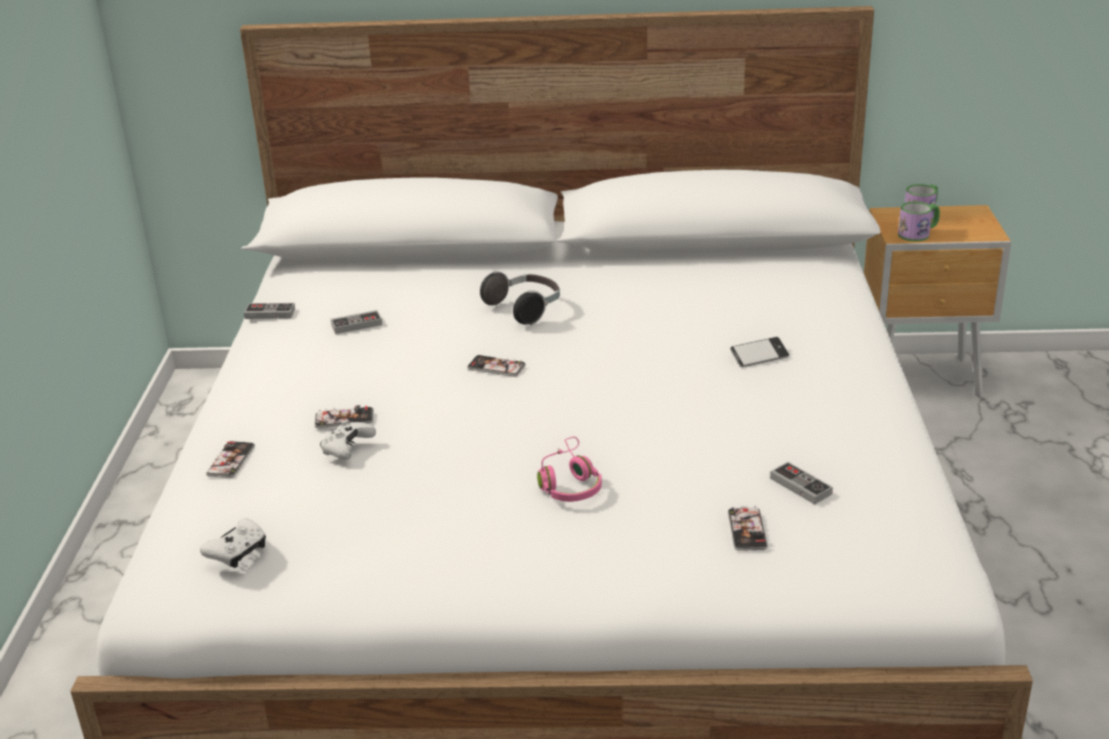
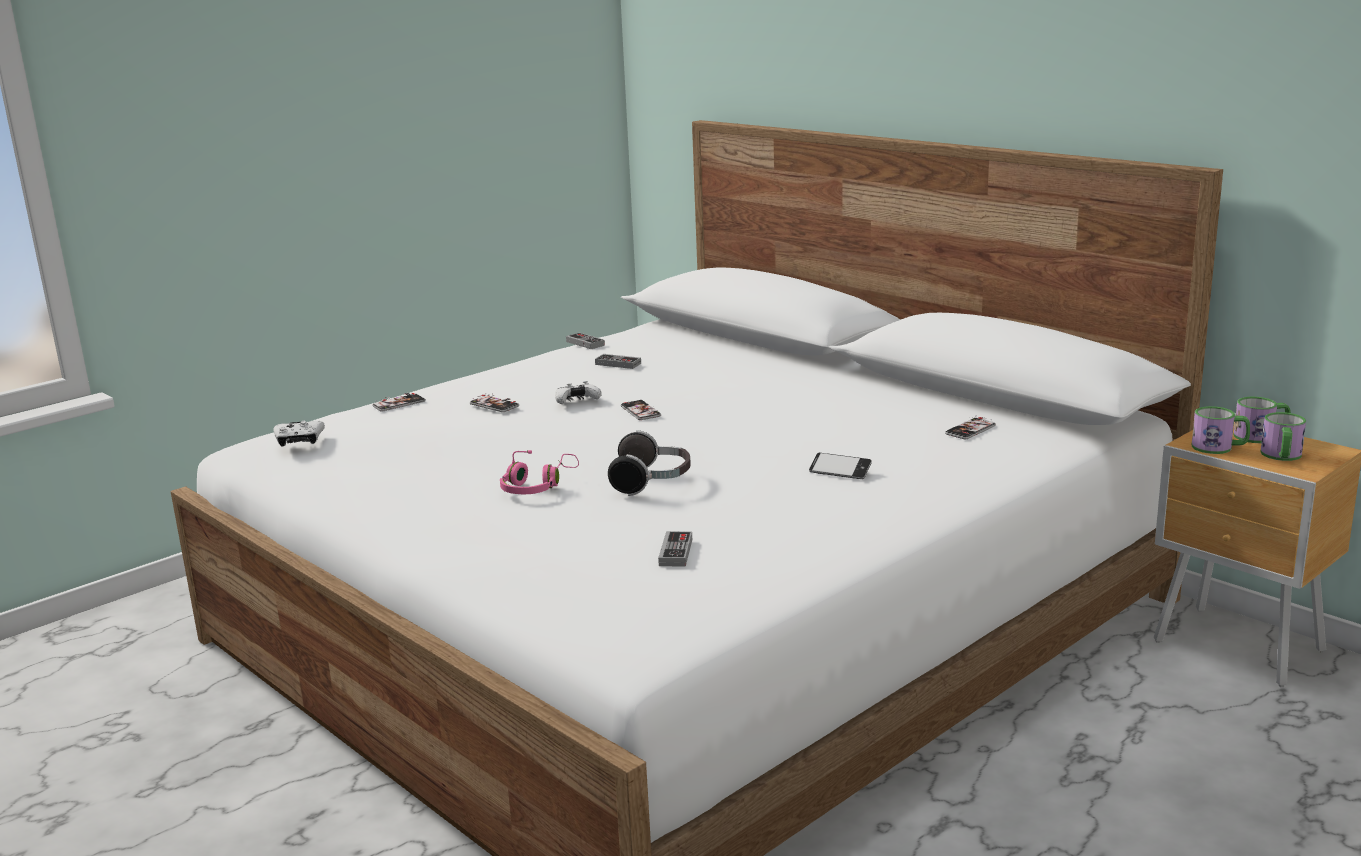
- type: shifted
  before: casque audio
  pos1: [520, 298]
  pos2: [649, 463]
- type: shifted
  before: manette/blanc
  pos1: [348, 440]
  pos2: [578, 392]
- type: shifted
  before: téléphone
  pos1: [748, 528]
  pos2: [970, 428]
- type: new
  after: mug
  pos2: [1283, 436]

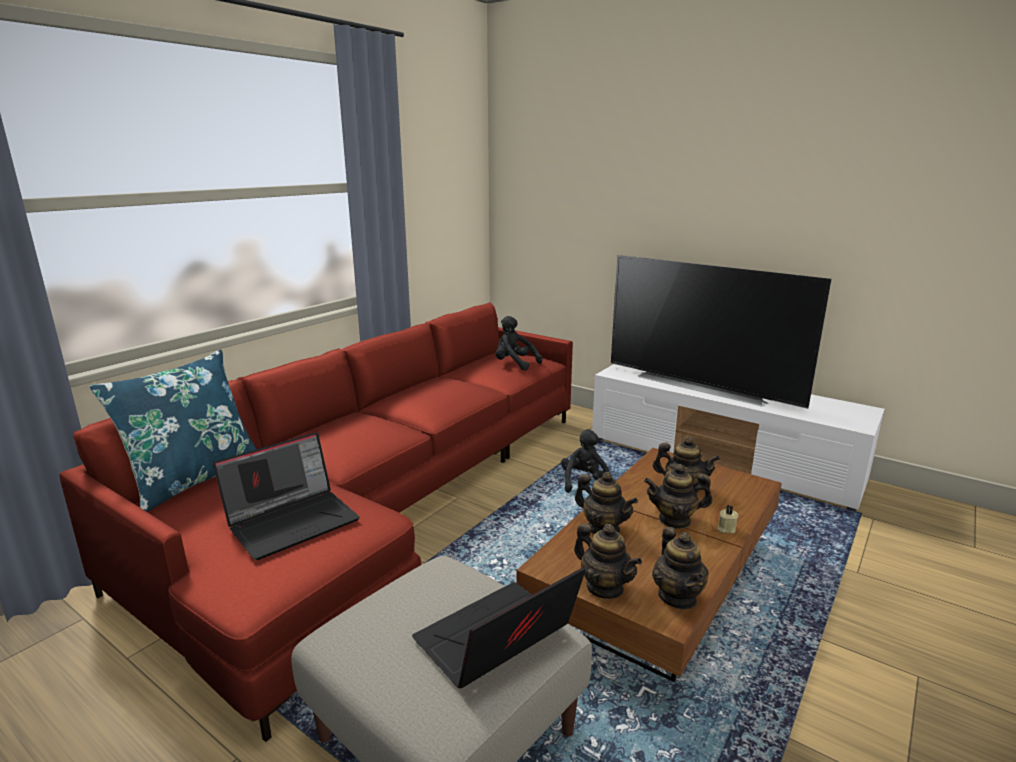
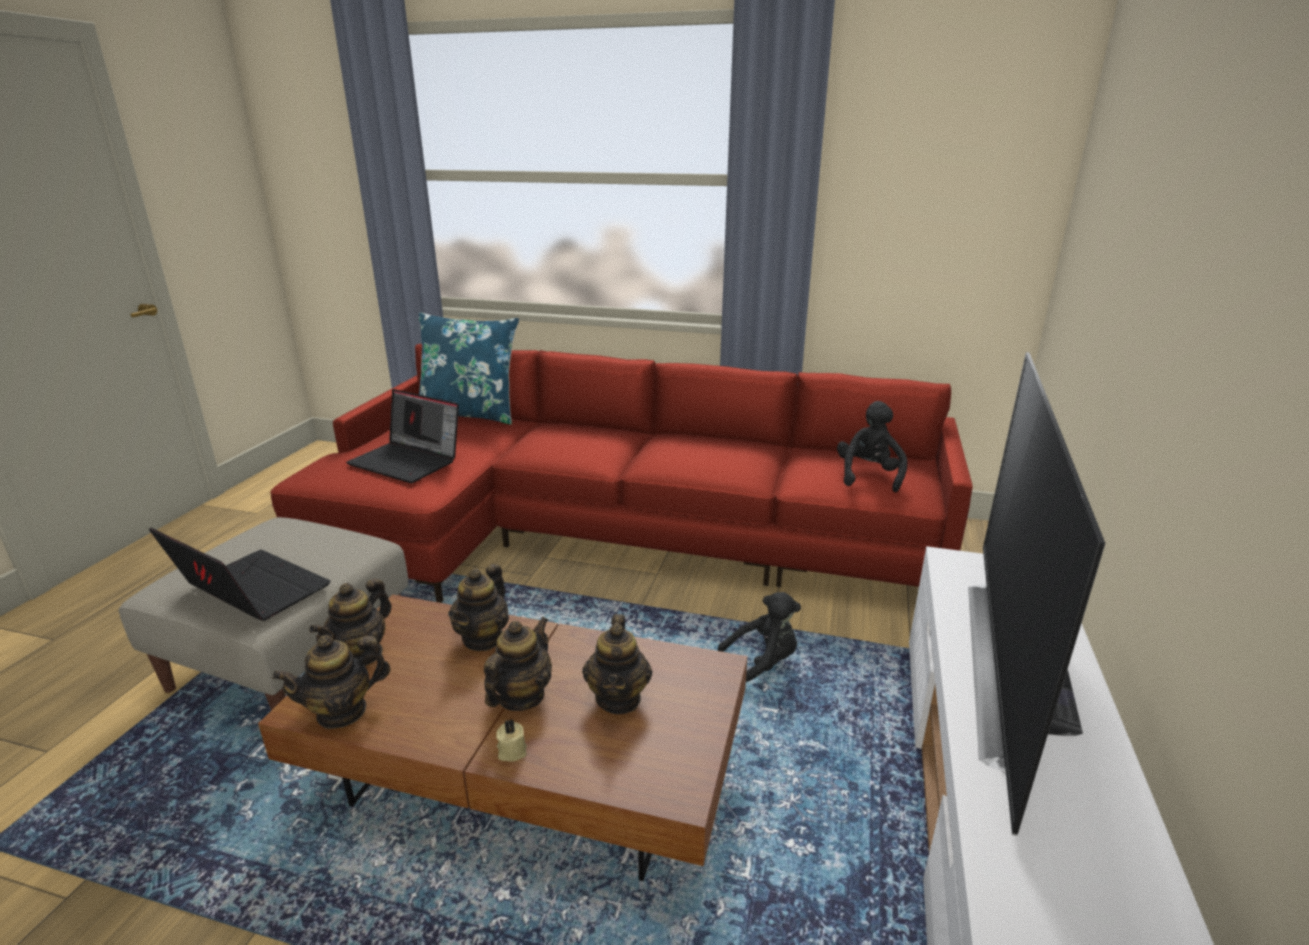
- type: rotated
  before: théière
  pos1: [678, 496]
  pos2: [518, 664]
  turn: 45

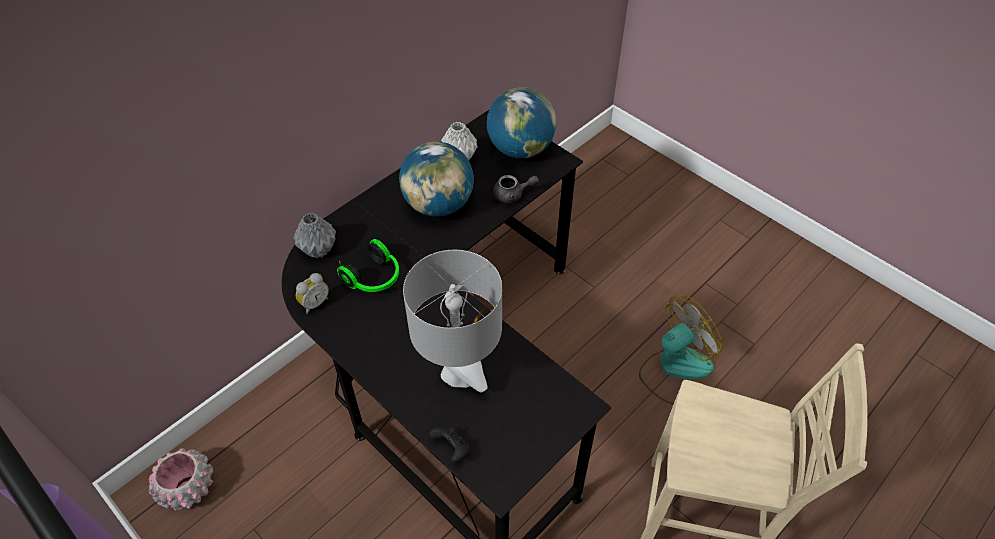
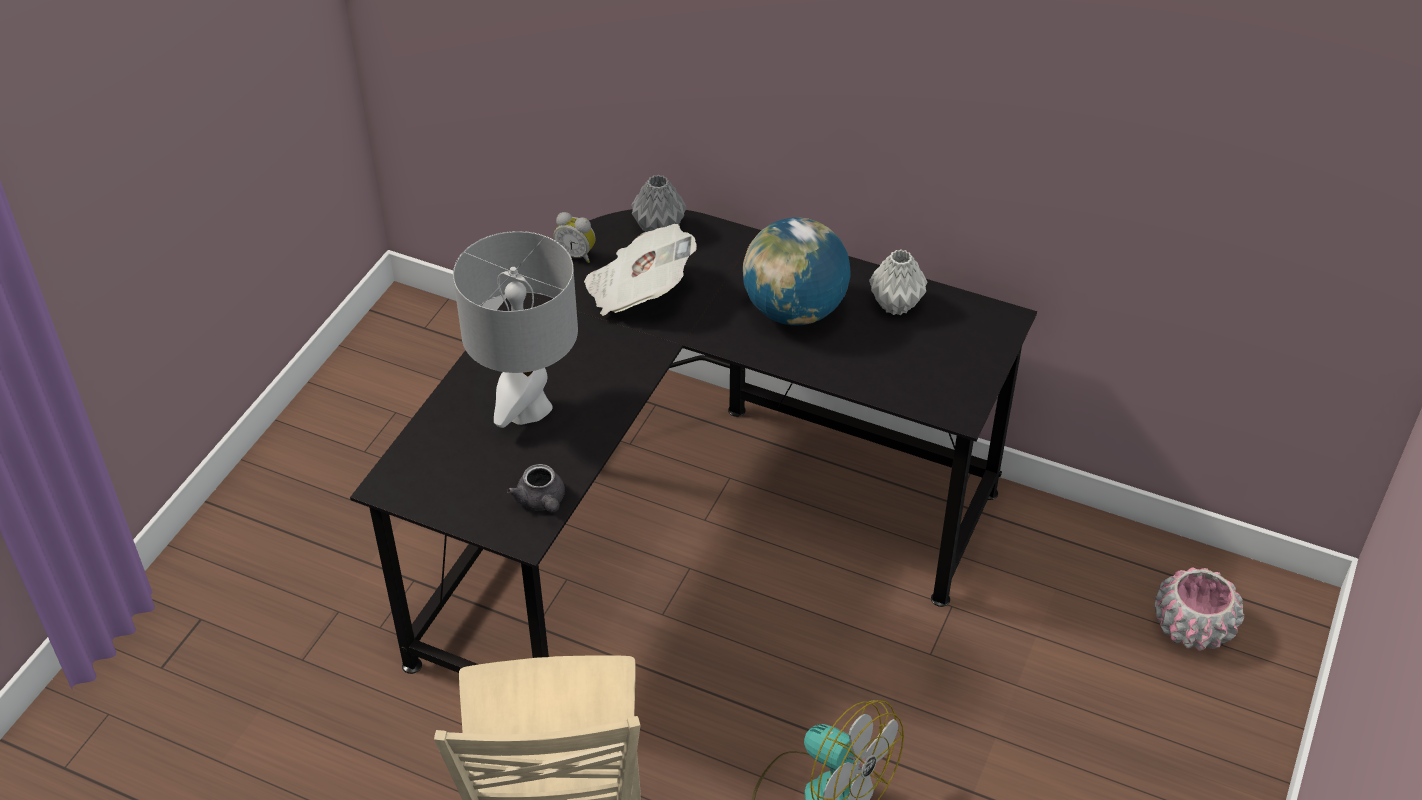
- type: gone
  before: globe
  pos1: [521, 122]
- type: shifted
  before: théière/gris
  pos1: [516, 189]
  pos2: [536, 488]
- type: swapped
  before: casque audio
  after: journal
  pos1: [368, 265]
  pos2: [640, 270]
- type: gone
  before: manette/noir
  pos1: [449, 445]
- type: shifted
  before: cache-pot/rose
  pos1: [181, 479]
  pos2: [1199, 609]

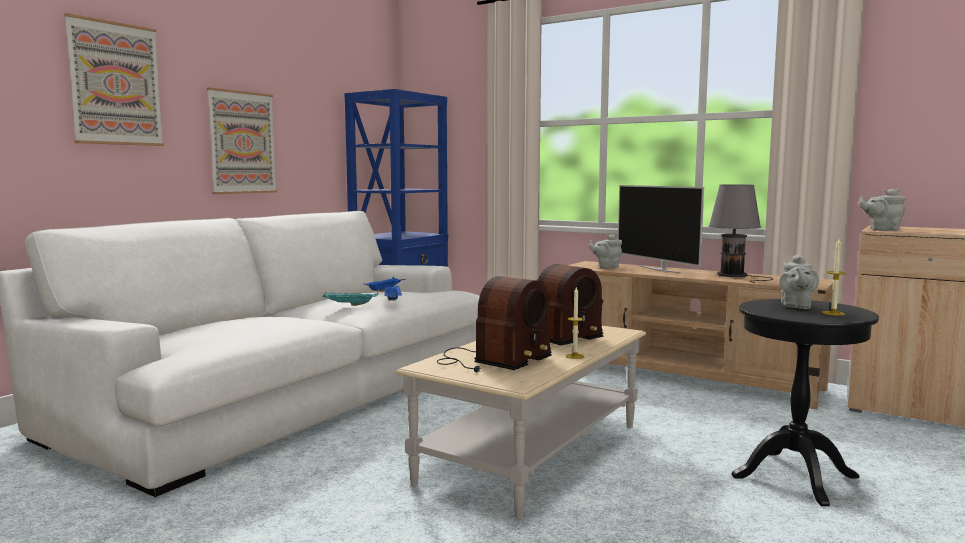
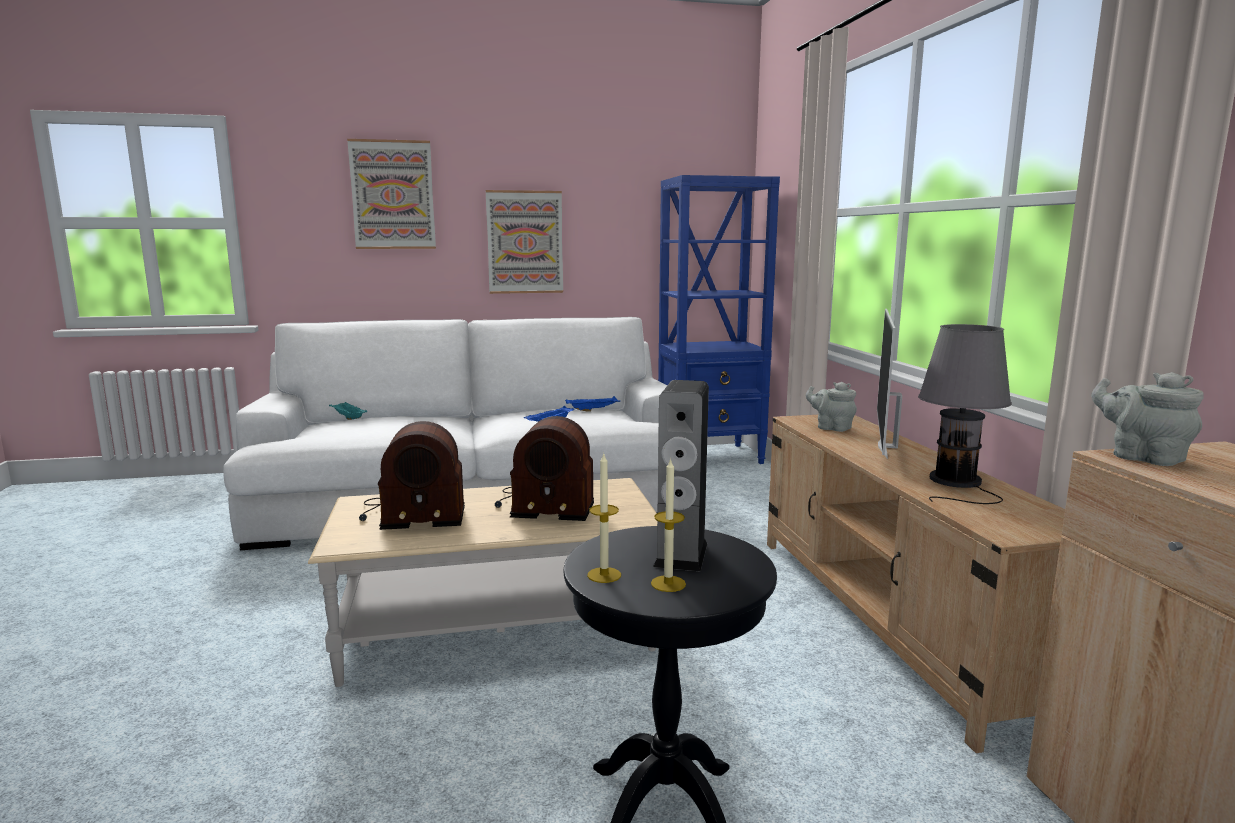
- type: swapped
  before: théière/gris
  after: enceinte
  pos1: [799, 281]
  pos2: [681, 476]
- type: shifted
  before: bougie
  pos1: [575, 323]
  pos2: [604, 518]
- type: shifted
  before: plateau/turquoise
  pos1: [350, 299]
  pos2: [348, 411]

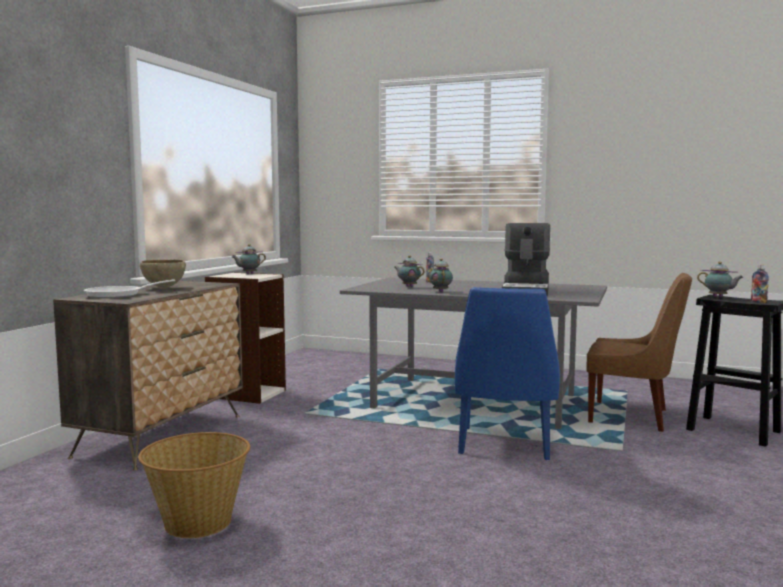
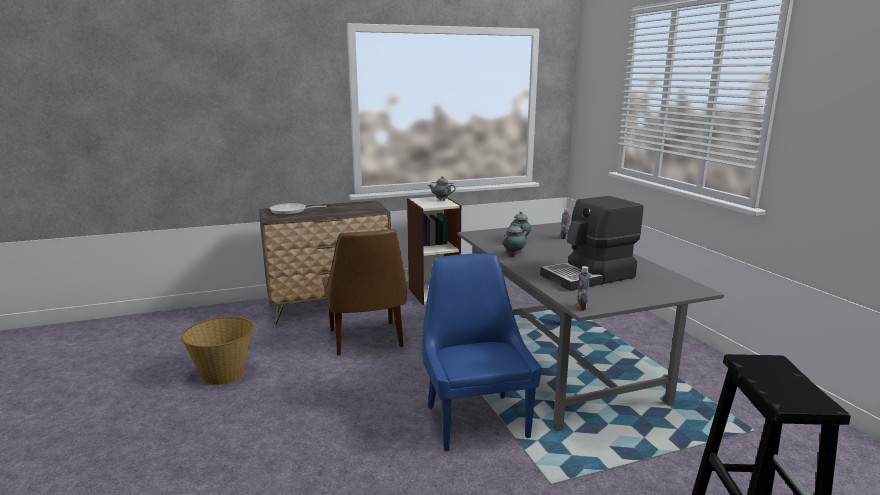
- type: gone
  before: bol/marron
  pos1: [163, 273]
- type: gone
  before: théière
  pos1: [720, 279]
- type: shifted
  before: bouteille
  pos1: [760, 284]
  pos2: [583, 288]
- type: shifted
  before: chaise/marron
  pos1: [639, 352]
  pos2: [365, 292]
- type: rotated
  before: chaise/bleu
  pos1: [507, 373]
  pos2: [482, 352]
  turn: 105

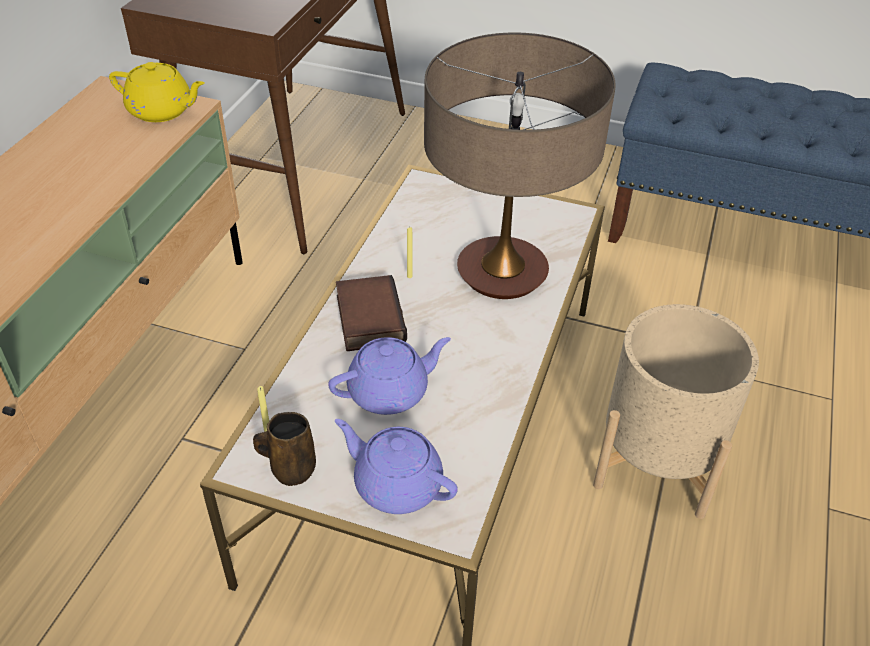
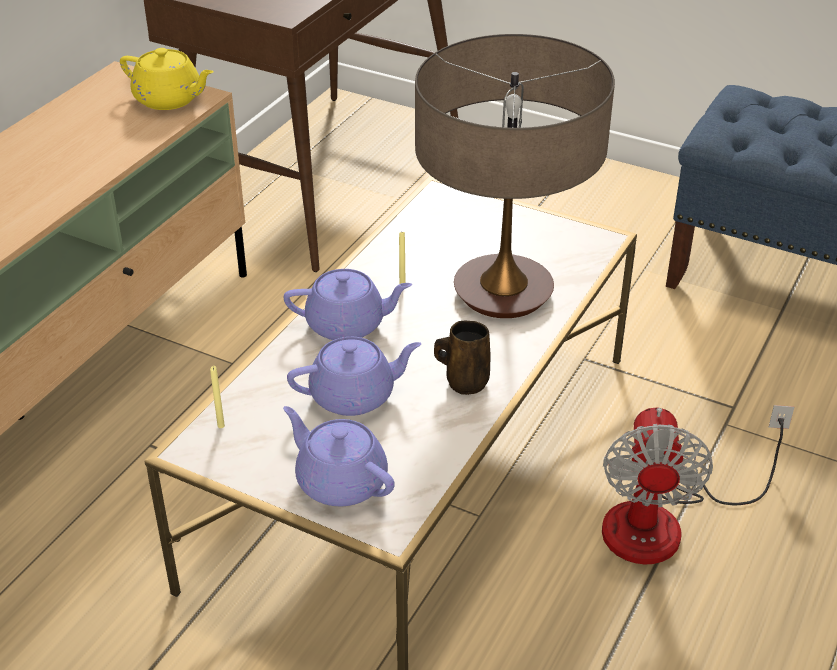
- type: swapped
  before: livre
  after: théière/violet
  pos1: [371, 313]
  pos2: [348, 304]
- type: swapped
  before: cache-pot/beige
  after: ventilateur
  pos1: [676, 411]
  pos2: [698, 484]
- type: shifted
  before: mug/marron
  pos1: [284, 449]
  pos2: [462, 358]

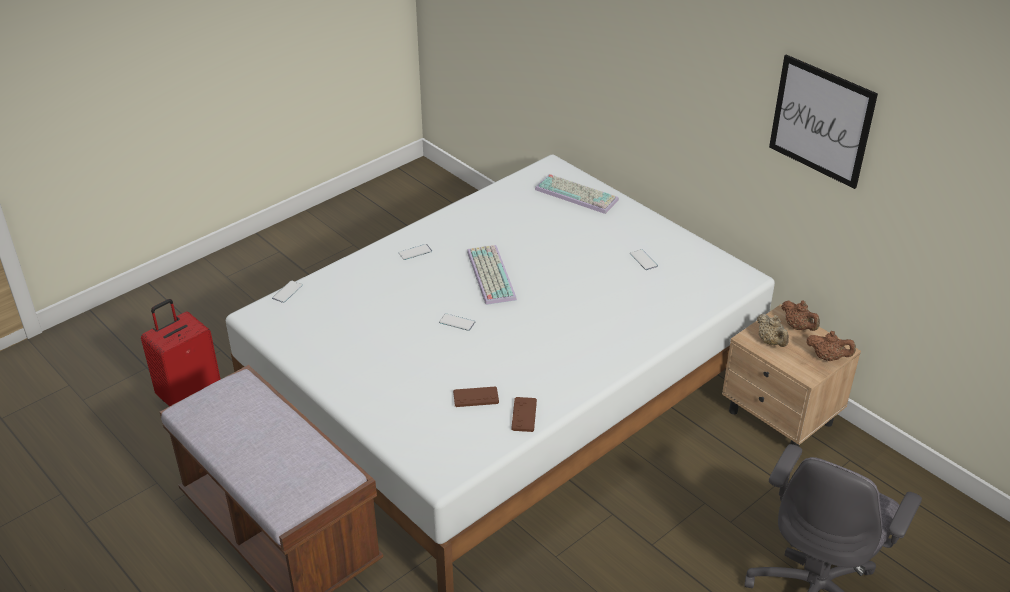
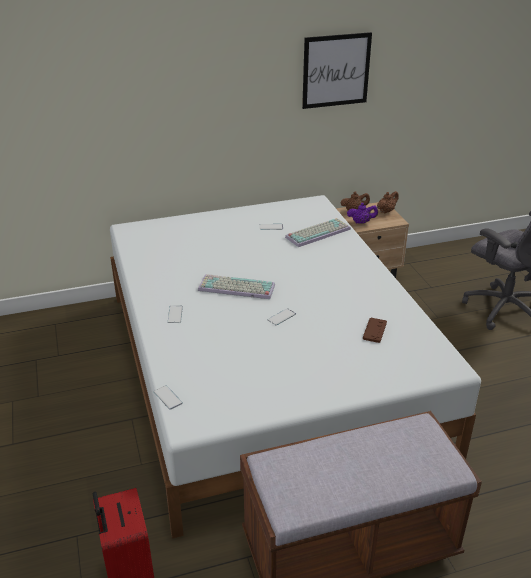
- type: shifted
  before: clavier
  pos1: [577, 194]
  pos2: [318, 232]
- type: repainted
  before: théière/beige
  after: théière/violet
  pos1: [773, 330]
  pos2: [362, 213]
- type: gone
  before: manette/marron
  pos1: [524, 414]

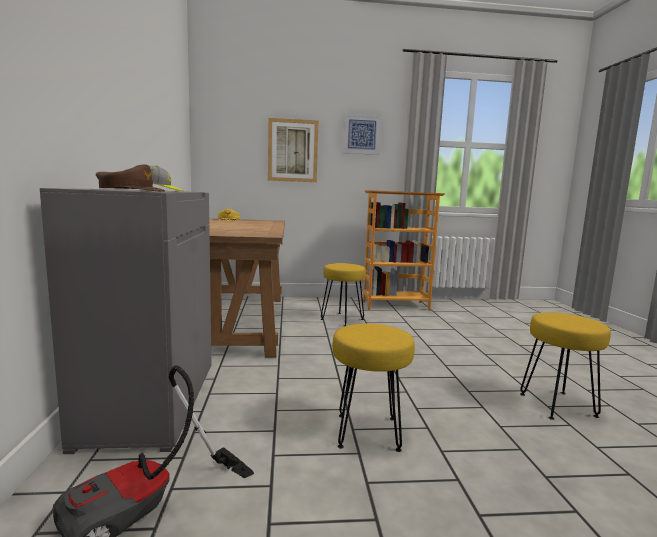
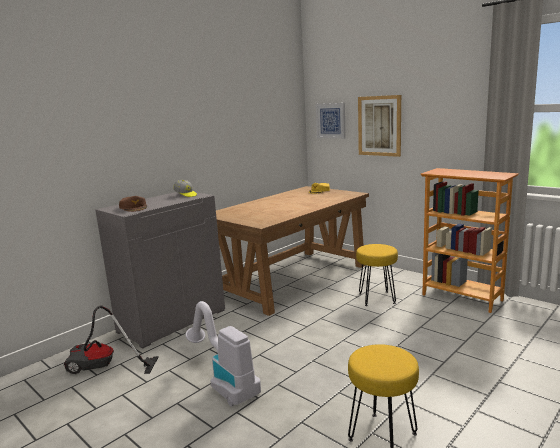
- type: shifted
  before: tableau
  pos1: [362, 134]
  pos2: [331, 121]
- type: swapped
  before: tabouret/jaune
  after: aspirateur
  pos1: [373, 388]
  pos2: [223, 354]

